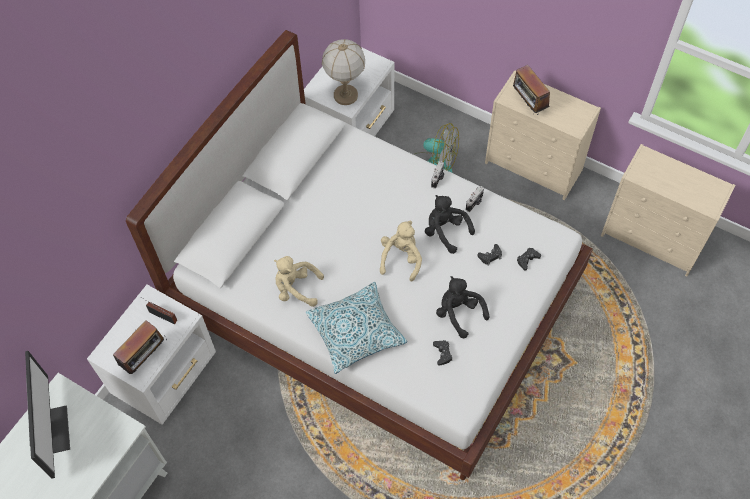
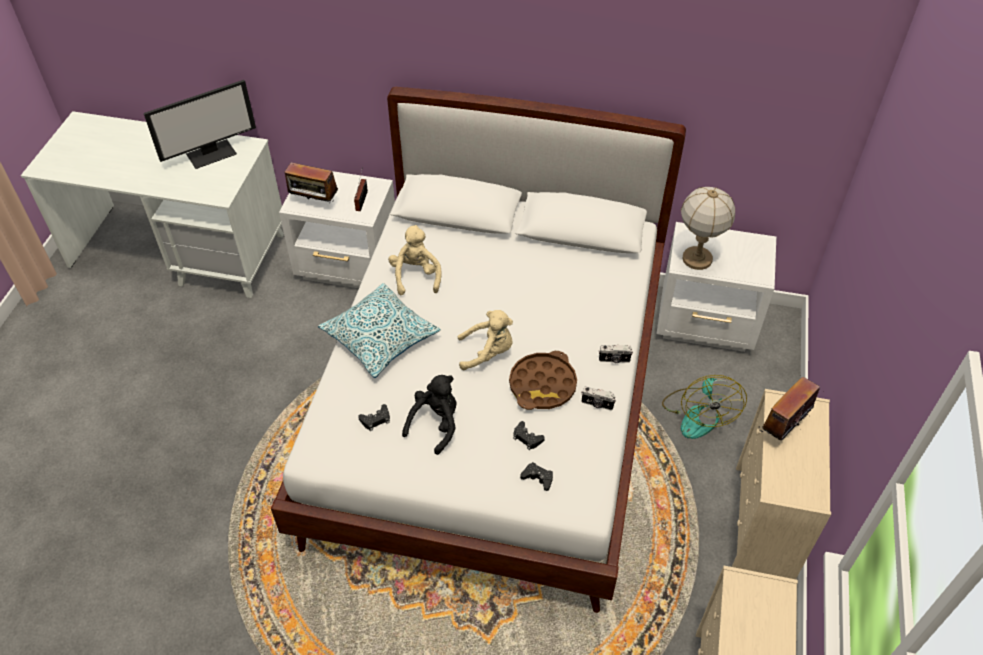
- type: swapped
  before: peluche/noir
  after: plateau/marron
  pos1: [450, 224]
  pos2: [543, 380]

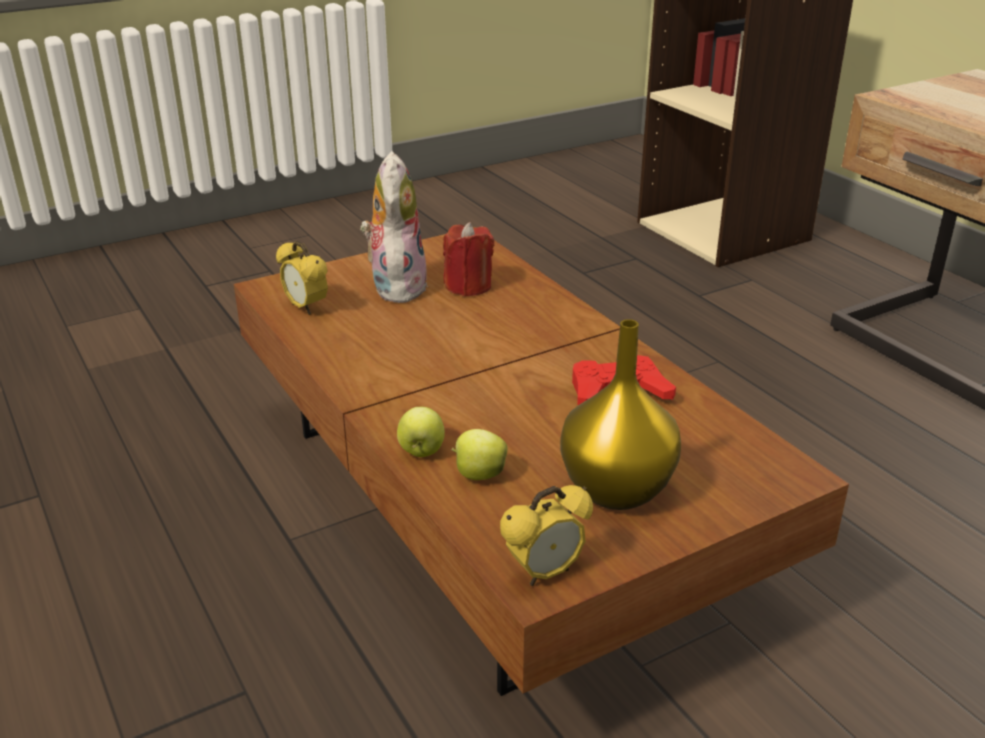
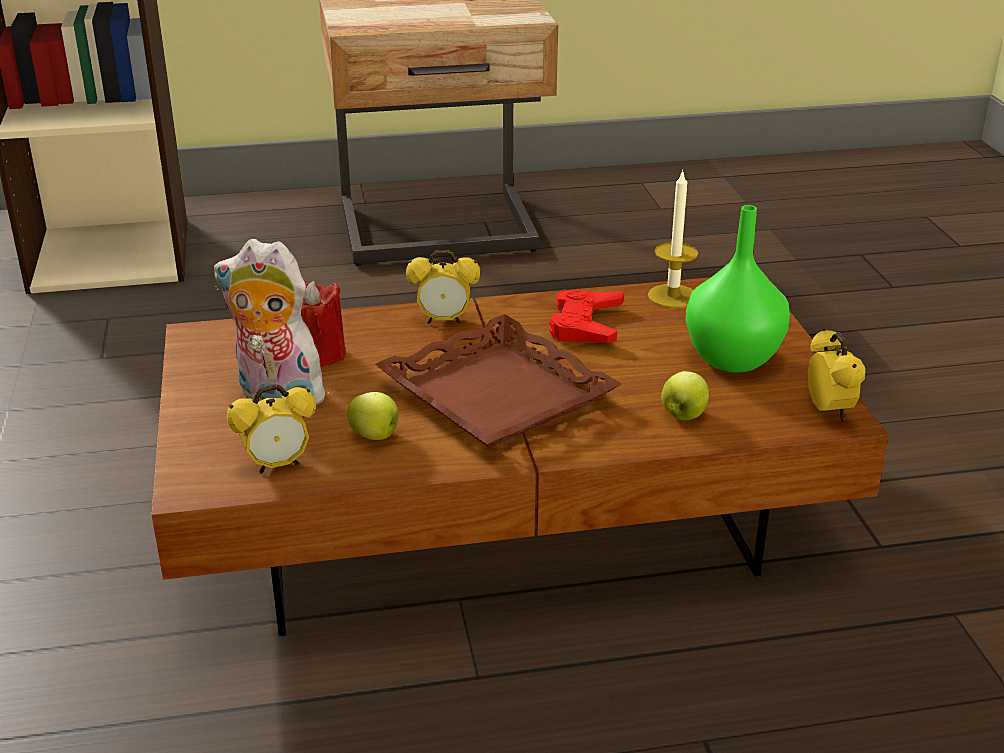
- type: repainted
  before: vase/jaune
  after: vase/vert
  pos1: [620, 414]
  pos2: [738, 288]
- type: shifted
  before: pomme
  pos1: [421, 432]
  pos2: [373, 416]
- type: new
  after: bougie
  pos2: [673, 238]
- type: new
  after: réveil
  pos2: [443, 287]
- type: new
  after: plateau/marron
  pos2: [498, 381]

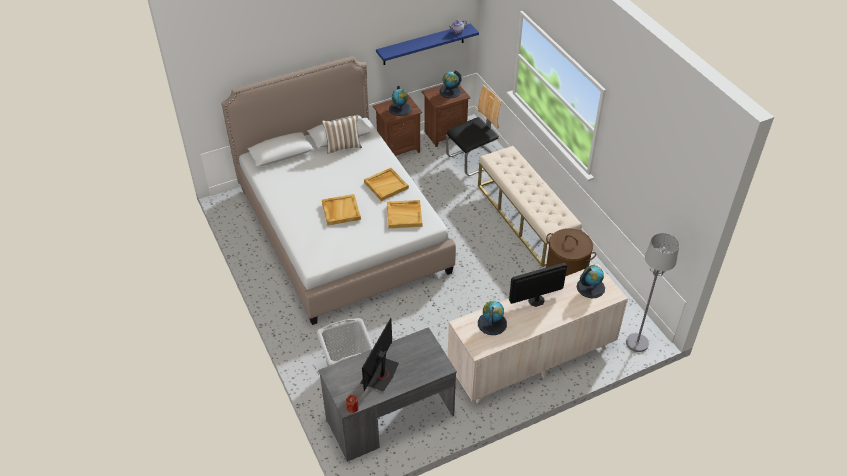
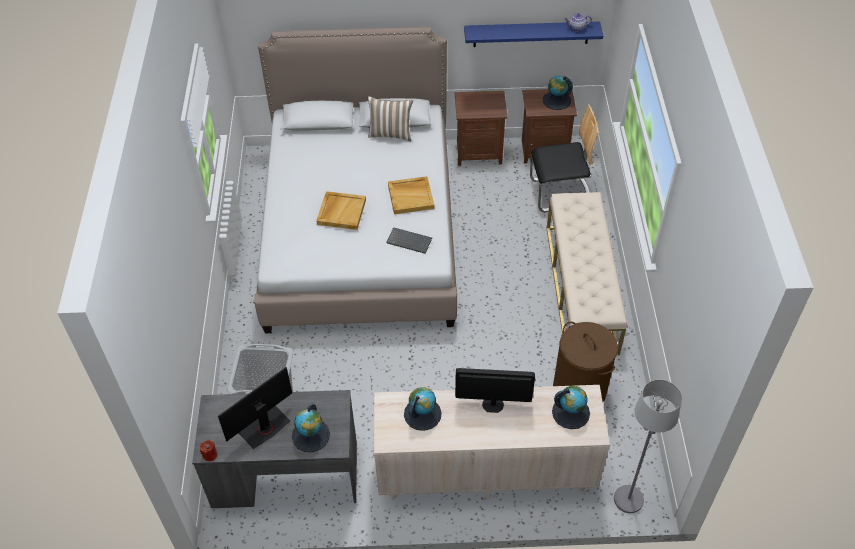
- type: shifted
  before: globe
  pos1: [400, 101]
  pos2: [311, 428]
- type: swapped
  before: plateau/beige
  after: clavier
  pos1: [404, 214]
  pos2: [409, 240]

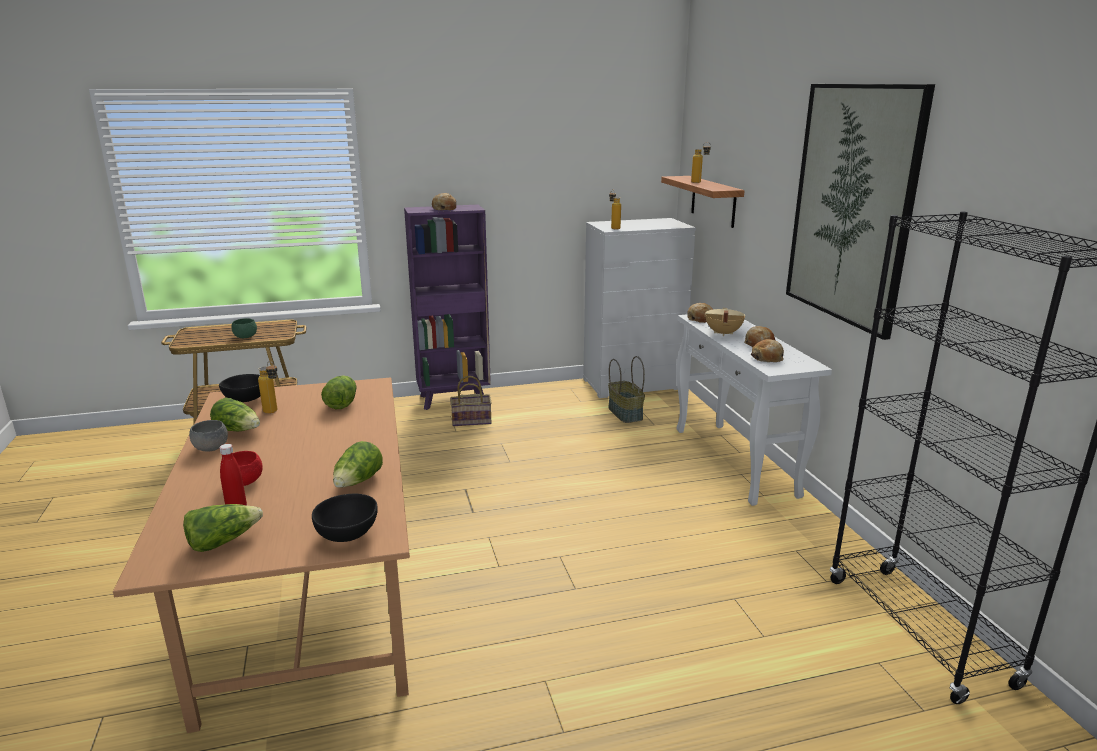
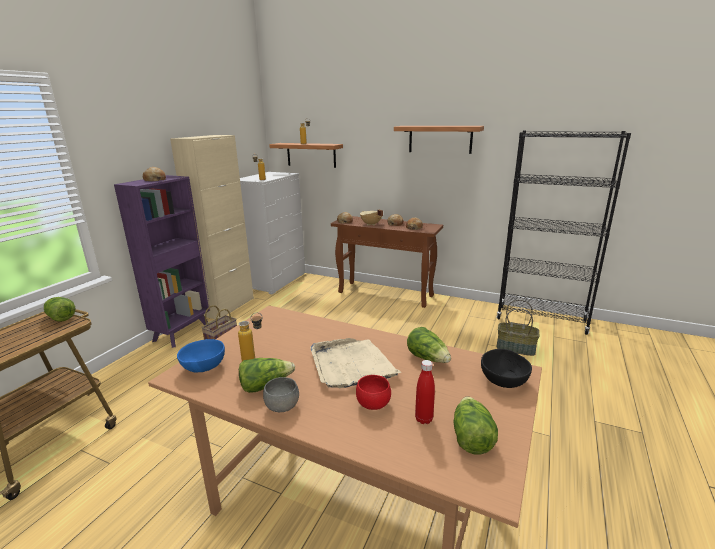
- type: swapped
  before: tableau
  after: étagère
  pos1: [860, 212]
  pos2: [439, 140]
- type: repainted
  before: table console/blanc
  after: table console/marron
  pos1: [754, 410]
  pos2: [387, 262]
- type: gone
  before: bol/vert
  pos1: [244, 328]
- type: shifted
  before: panier
  pos1: [626, 389]
  pos2: [518, 328]
- type: repainted
  before: bol/noir
  after: bol/bleu
  pos1: [239, 388]
  pos2: [201, 356]
- type: shifted
  before: laitue
  pos1: [339, 392]
  pos2: [60, 309]
- type: new
  after: meuble de rangement/beige
  pos2: [212, 227]
- type: new
  after: plateau/beige
  pos2: [356, 363]

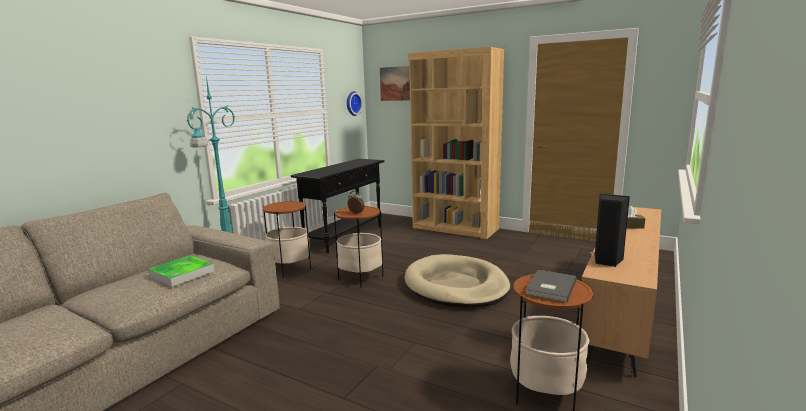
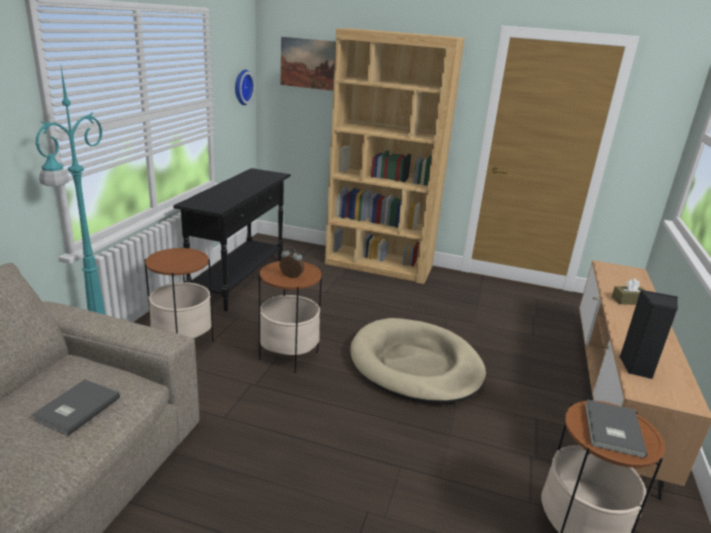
- type: swapped
  before: plateau
  after: livre/gris
  pos1: [181, 271]
  pos2: [75, 407]

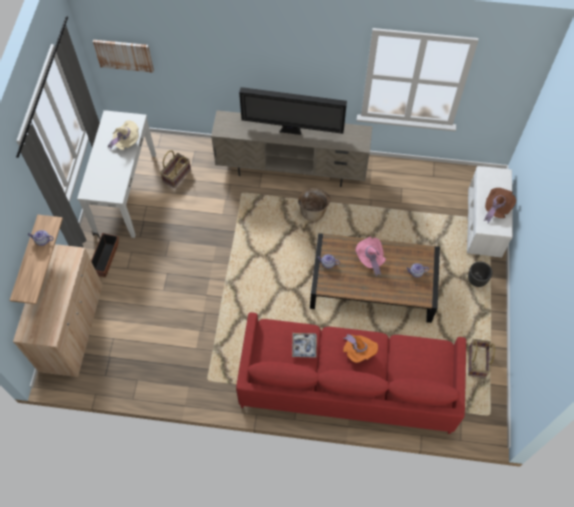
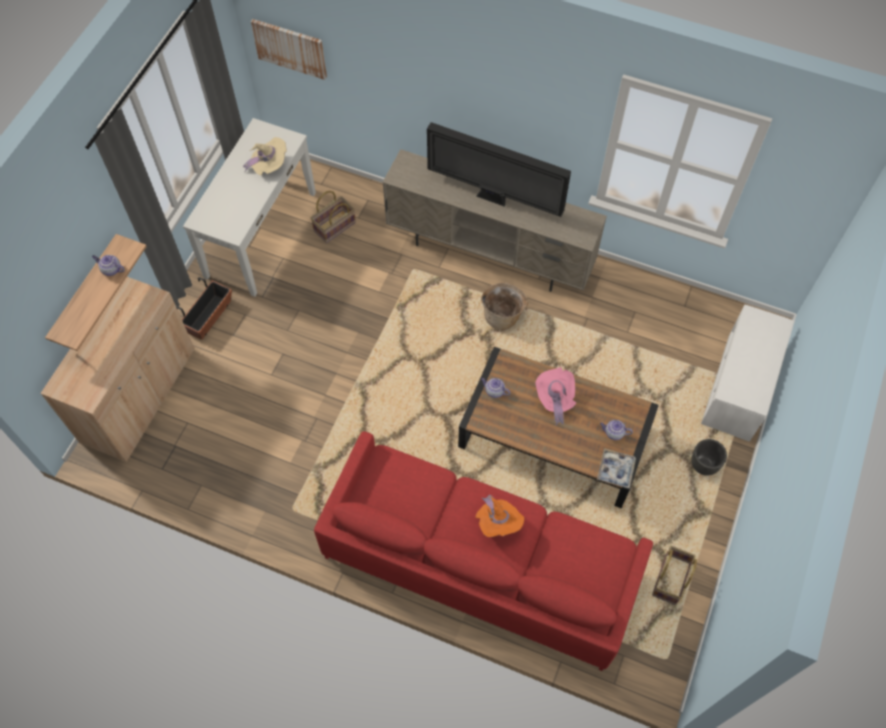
- type: gone
  before: chapeau/marron
  pos1: [499, 205]
- type: shifted
  before: plateau
  pos1: [304, 345]
  pos2: [616, 468]

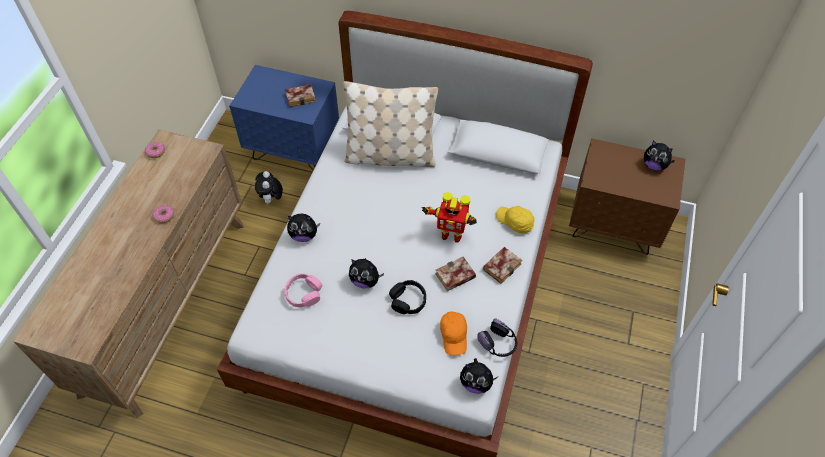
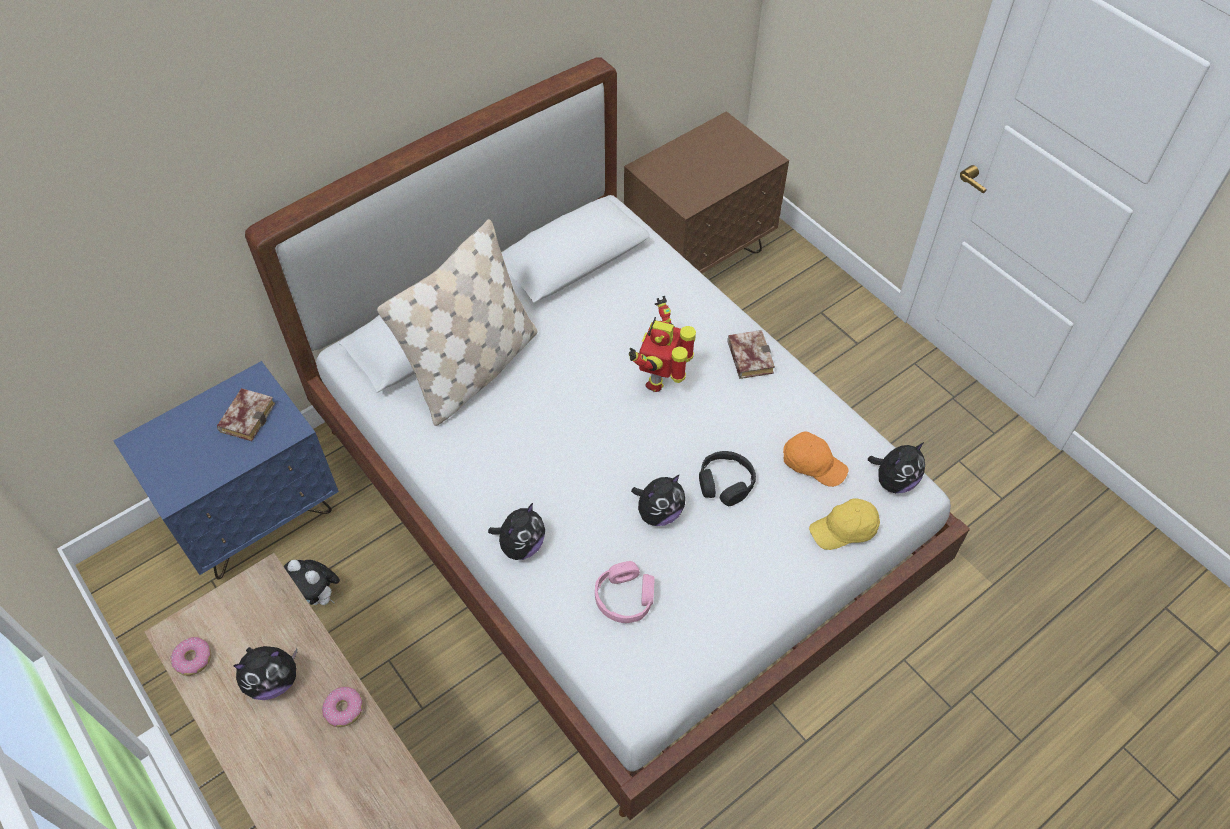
- type: shifted
  before: peluche
  pos1: [659, 156]
  pos2: [265, 673]
- type: rotated
  before: robot jouet
  pos1: [449, 217]
  pos2: [662, 344]
  turn: 150
- type: shifted
  before: casquette/jaune
  pos1: [515, 219]
  pos2: [844, 524]
- type: gone
  before: livre
  pos1: [455, 274]
- type: gone
  before: casque audio
  pos1: [497, 338]

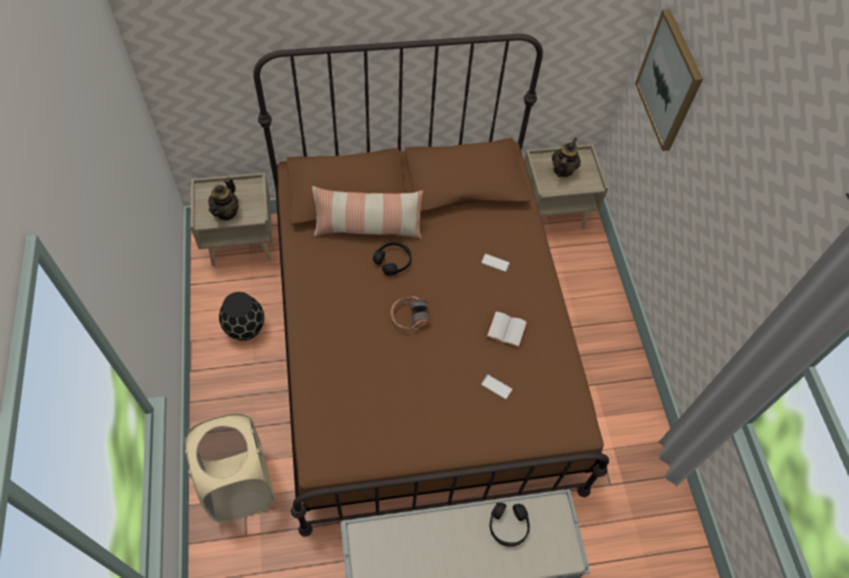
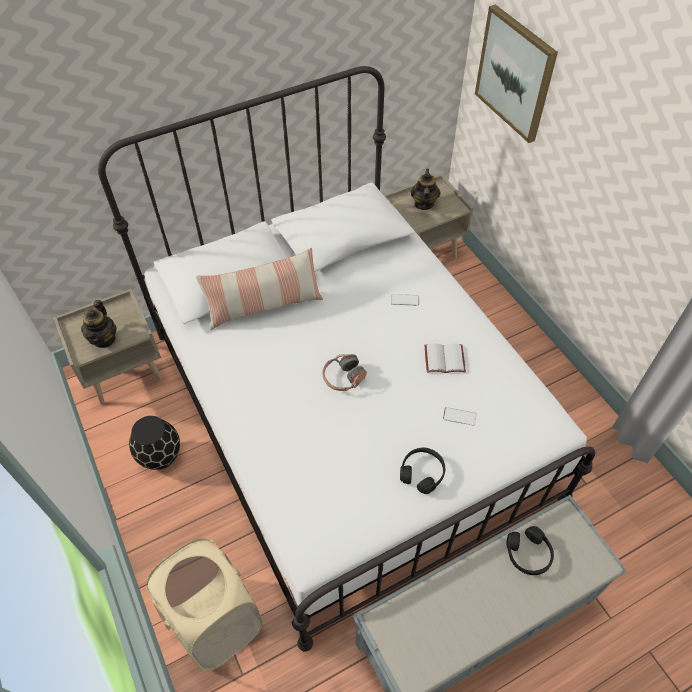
- type: repainted
  before: lit/marron
  after: lit/blanc
  pos1: [431, 285]
  pos2: [347, 358]
- type: shifted
  before: casque audio/noir
  pos1: [392, 259]
  pos2: [422, 471]

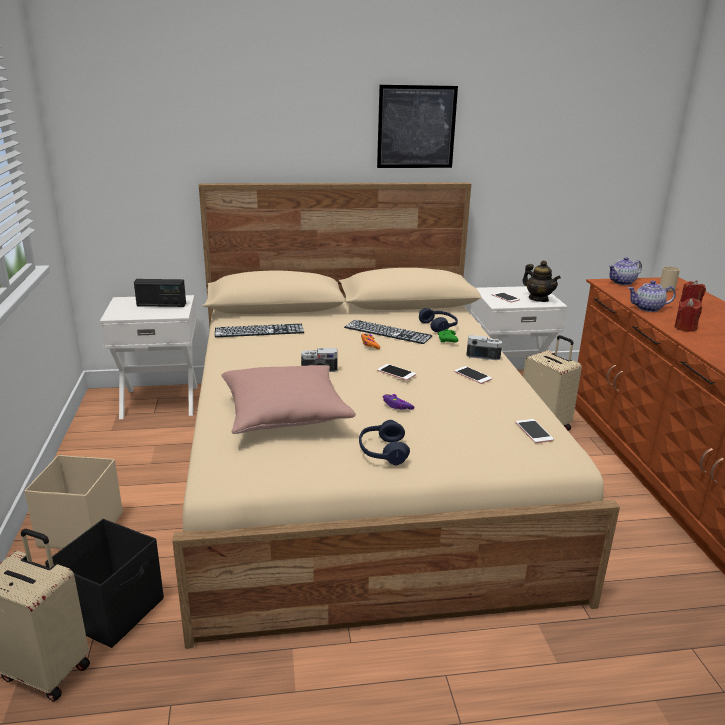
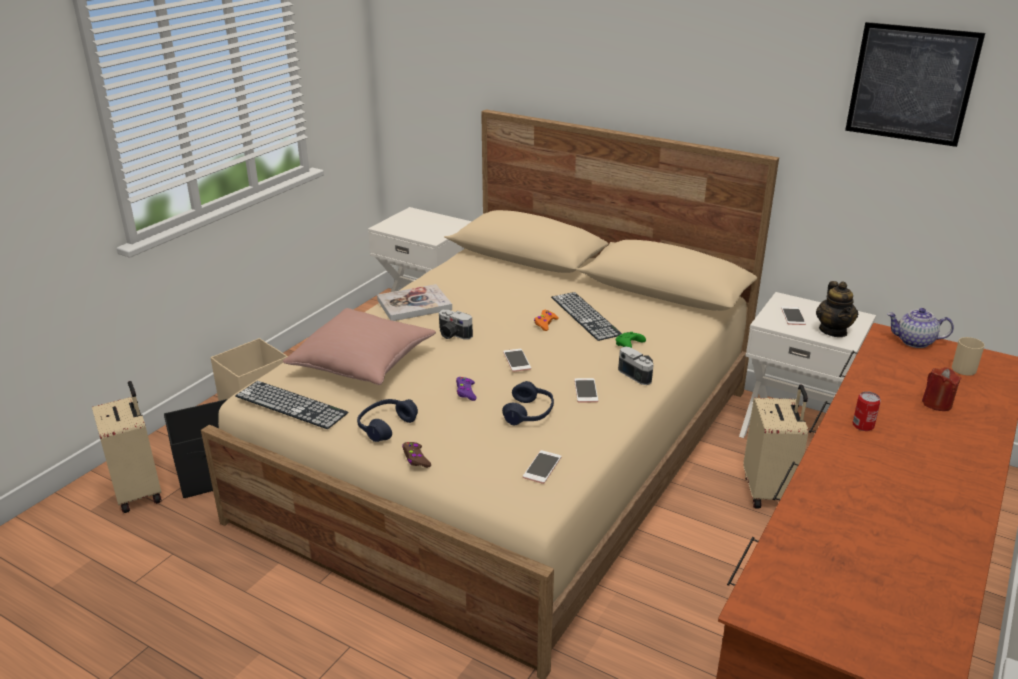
- type: shifted
  before: tableau
  pos1: [417, 126]
  pos2: [915, 84]
- type: gone
  before: radio
  pos1: [160, 293]
- type: gone
  before: théière
  pos1: [652, 296]
- type: swapped
  before: bougie/rouge
  after: boîte métallique
  pos1: [688, 315]
  pos2: [867, 411]
- type: shifted
  before: casque audio/bleu
  pos1: [438, 320]
  pos2: [528, 403]
- type: shifted
  before: clavier
  pos1: [259, 330]
  pos2: [291, 405]
- type: new
  after: livre
  pos2: [414, 302]
- type: new
  after: manette/marron
  pos2: [416, 455]

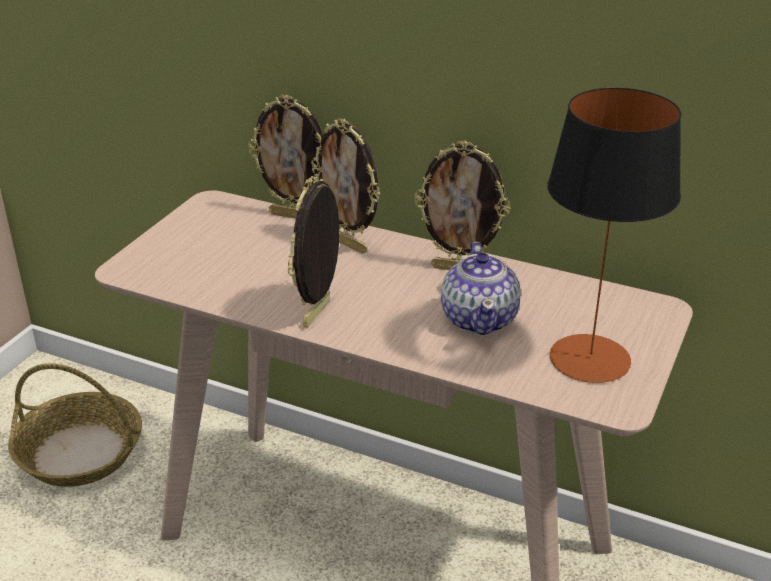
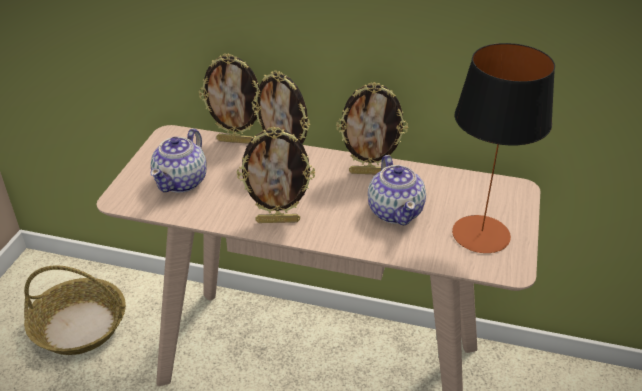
- type: rotated
  before: cadre photo
  pos1: [314, 251]
  pos2: [276, 175]
  turn: -105
- type: new
  after: théière
  pos2: [179, 160]

